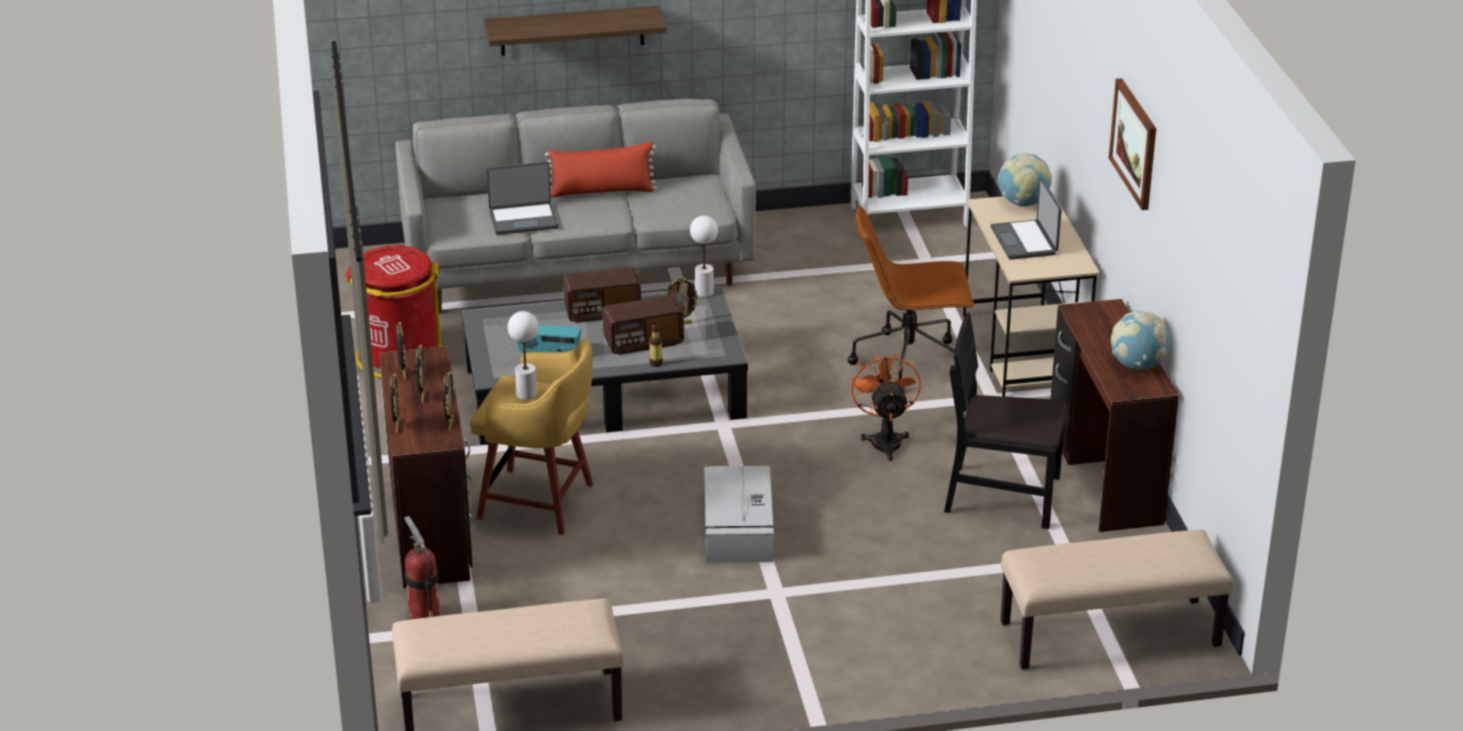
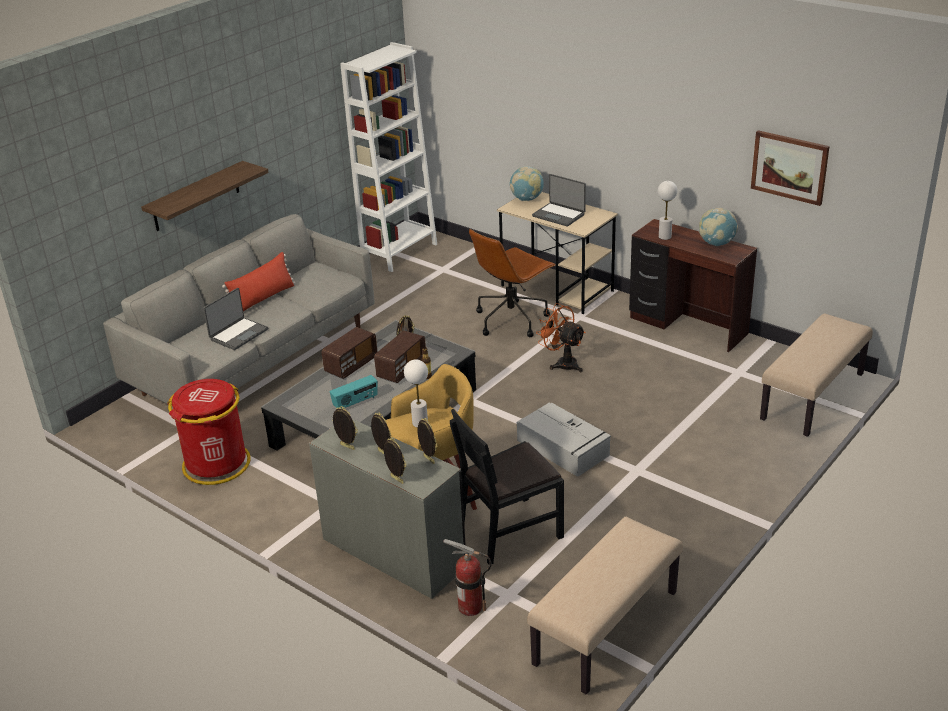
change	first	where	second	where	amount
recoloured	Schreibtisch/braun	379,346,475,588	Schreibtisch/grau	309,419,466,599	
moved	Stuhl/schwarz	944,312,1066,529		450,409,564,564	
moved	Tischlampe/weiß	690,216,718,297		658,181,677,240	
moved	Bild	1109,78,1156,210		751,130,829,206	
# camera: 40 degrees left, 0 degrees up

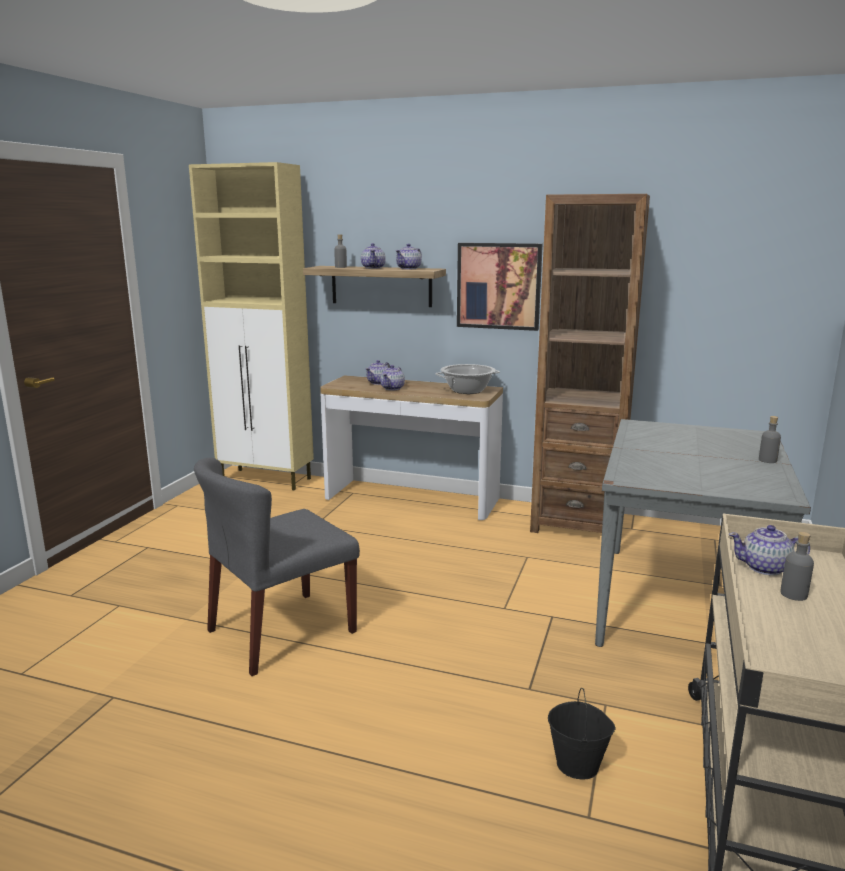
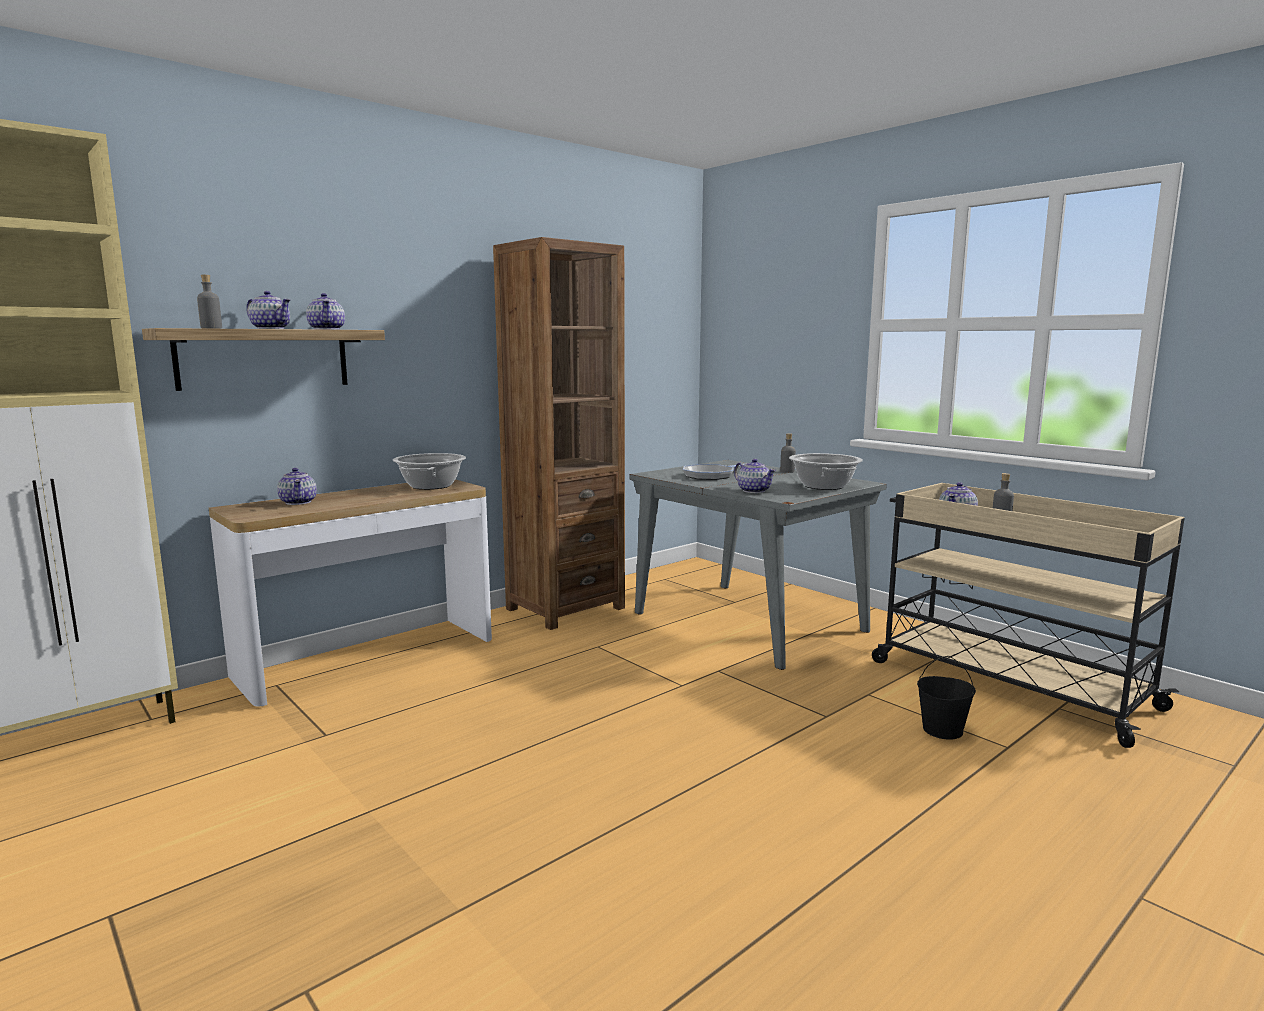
change	first	where	second	where	amount
added			Pfanne	683,464,744,480	
moved	Teekanne	380,365,405,390		734,459,776,493	
added			Kochtopf	789,453,863,490	
removed	Stuhl/grau	194,457,360,676			
removed	Bild	457,243,543,331			
# camera: 60 degrees left, 5 degrees down

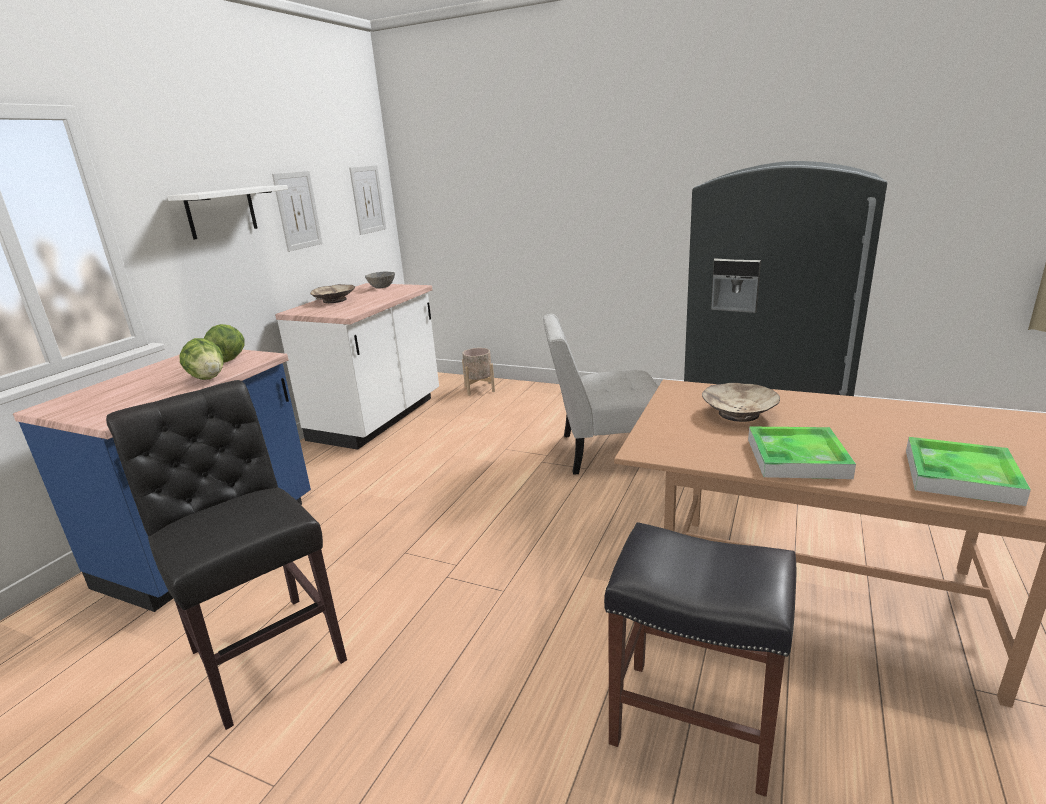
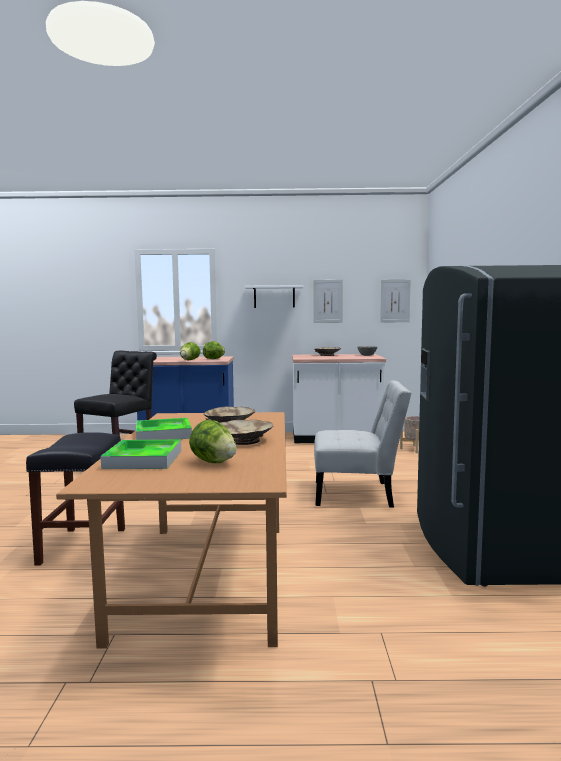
change	first	where	second	where	amount
added			Salatkopf	189,420,237,463	
added			Schüssel/beige	220,420,273,445	
turned	Stuhl/weiß	543,314,659,475		314,381,412,508	120 degrees clockwise
# camera: 65 degrees right, 15 degrees down

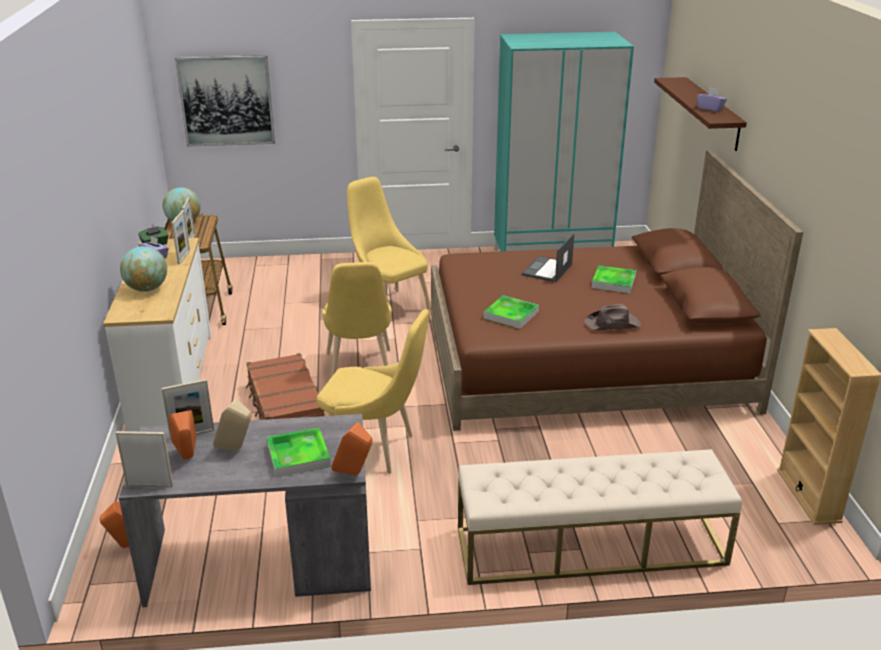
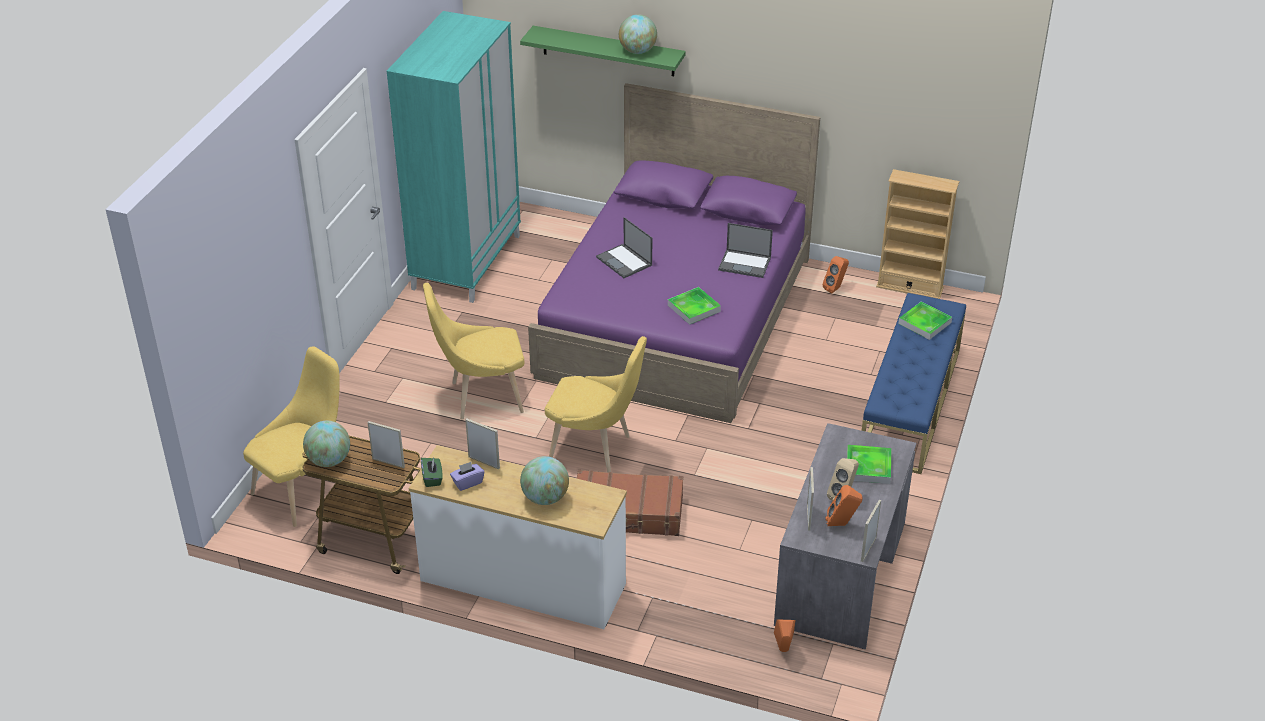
change	first	where	second	where	amount
moved	Stuhl/gelb	316,309,430,474		243,347,340,527	
recoloured	Wandregal/braun	654,77,747,151	Wandregal/grün	520,26,686,76	
recoloured	Bett/braun	431,150,803,431	Bett/lila	528,83,820,423	
replaced	Taschentuchbox/lila	697,87,727,112	Globus	619,15,657,54	
replaced	Hut/braun	584,304,641,330	Laptop	718,223,773,278	
moved	Lautsprecher/orange	331,422,372,476		822,256,849,294	
recoloured	Bank/beige	458,449,742,585	Bank/blau	862,293,966,474	
moved	Tablett	592,265,636,293		898,301,952,340	
removed	Bild	175,55,275,147			
# camera: 65 degrees left, 10 degrees up

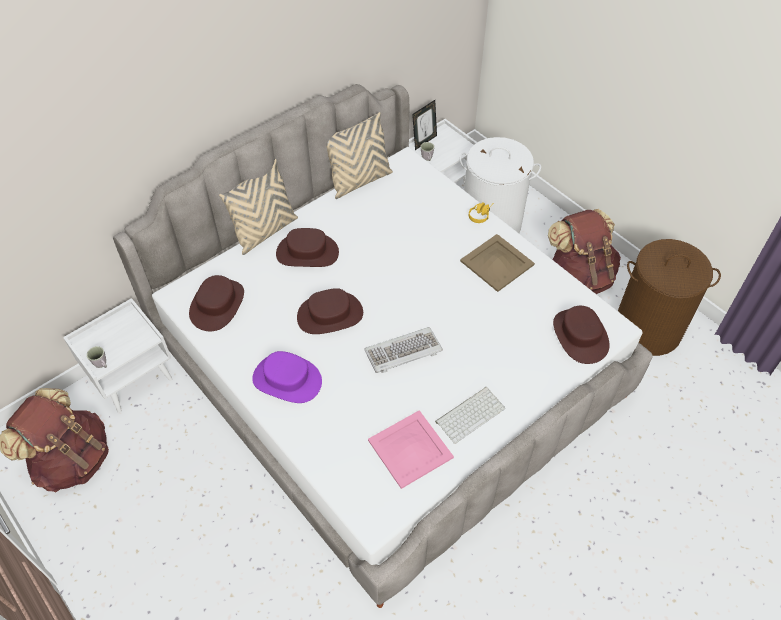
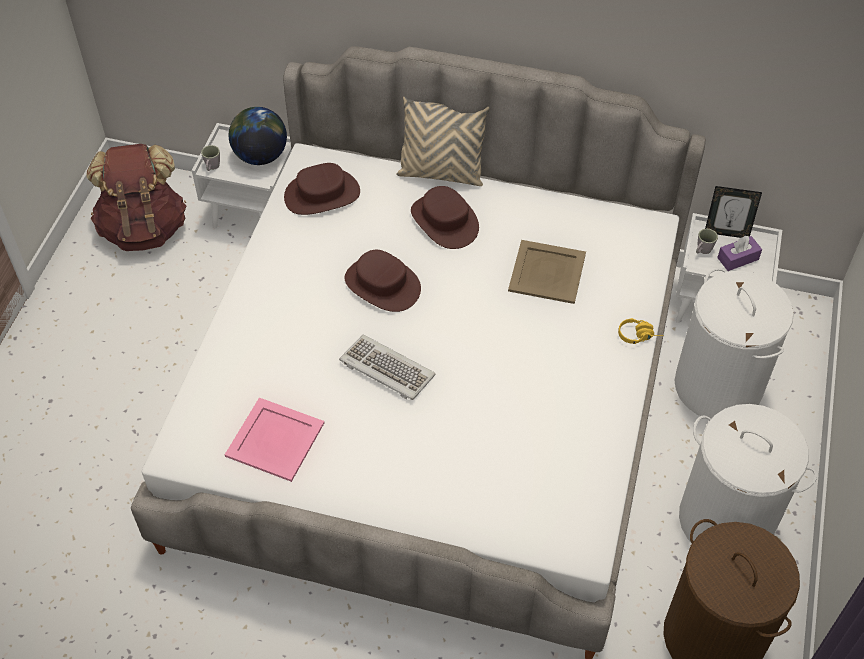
change	first	where	second	where	amount
added			Globus	229,107,287,165	
moved	Tablett/beige	460,234,535,292		508,240,586,304	
replaced	Rucksack/braun	548,209,621,294	Wäschekorb/weiß	679,404,817,542	
added			Taschentuchbox/lila	717,236,762,271	
removed	Hut/lila	252,351,322,403			
removed	Kissen/beige	326,112,393,199			
removed	Tastatur	435,387,505,444			
removed	Hut/braun	553,306,610,364			
# camera: 55 degrees right, 0 degrees up

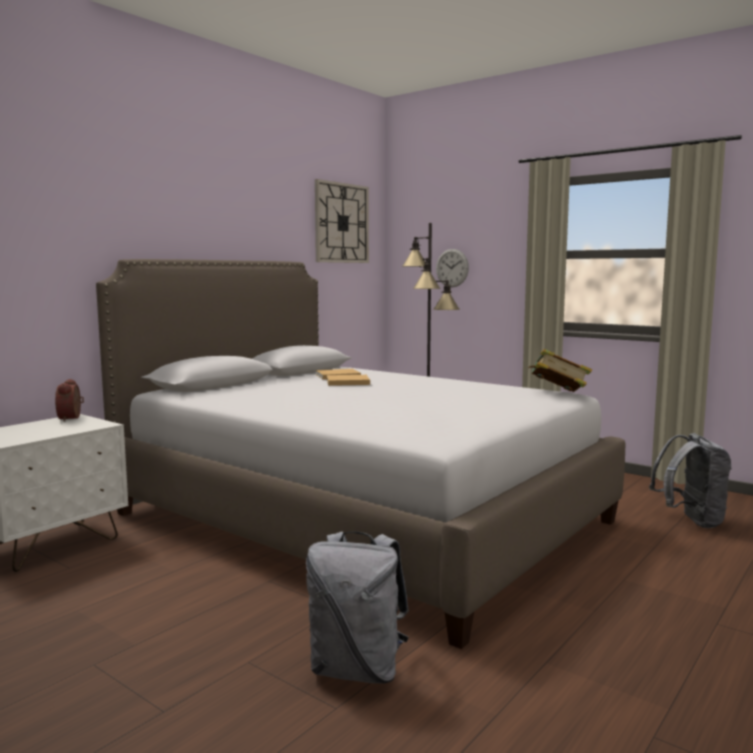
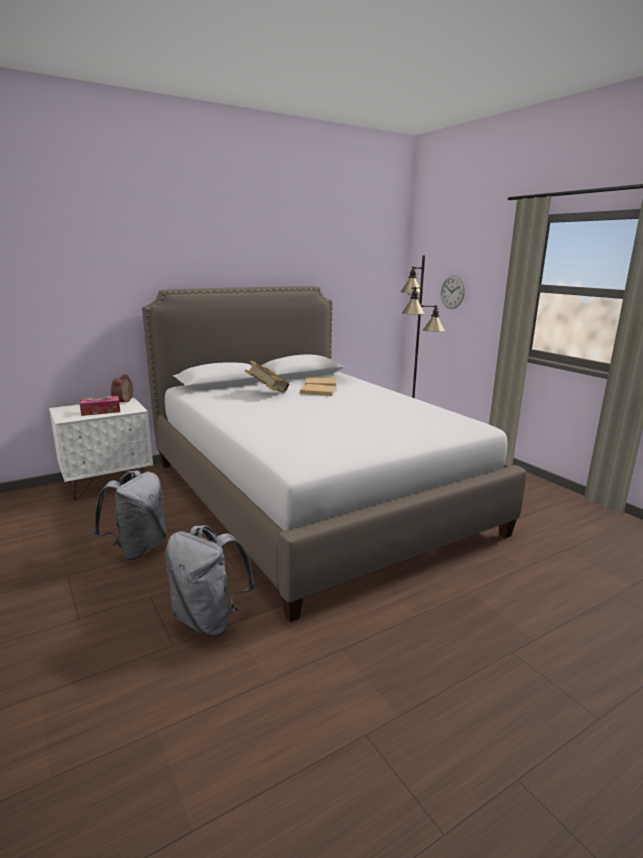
change	first	where	second	where	amount
added			Taschentuchbox	80,396,120,416	
moved	Rucksack/grau	649,433,731,528		93,471,167,560	
moved	Buch	528,349,592,392		245,361,289,393	
removed	Wanduhr	315,179,369,263			
# camera: 20 degrees right, 10 degrees up

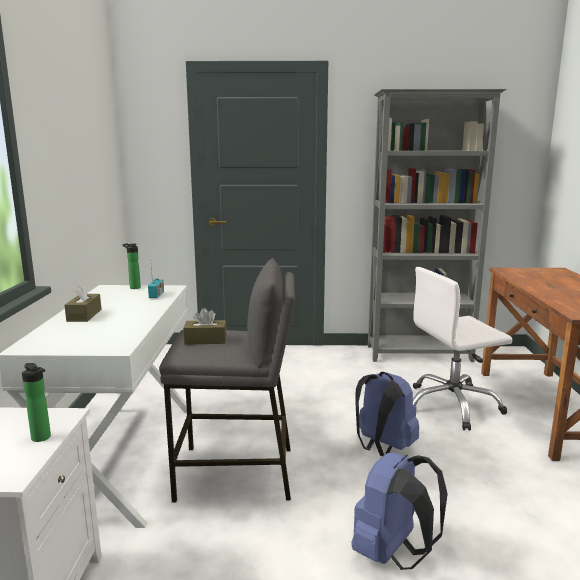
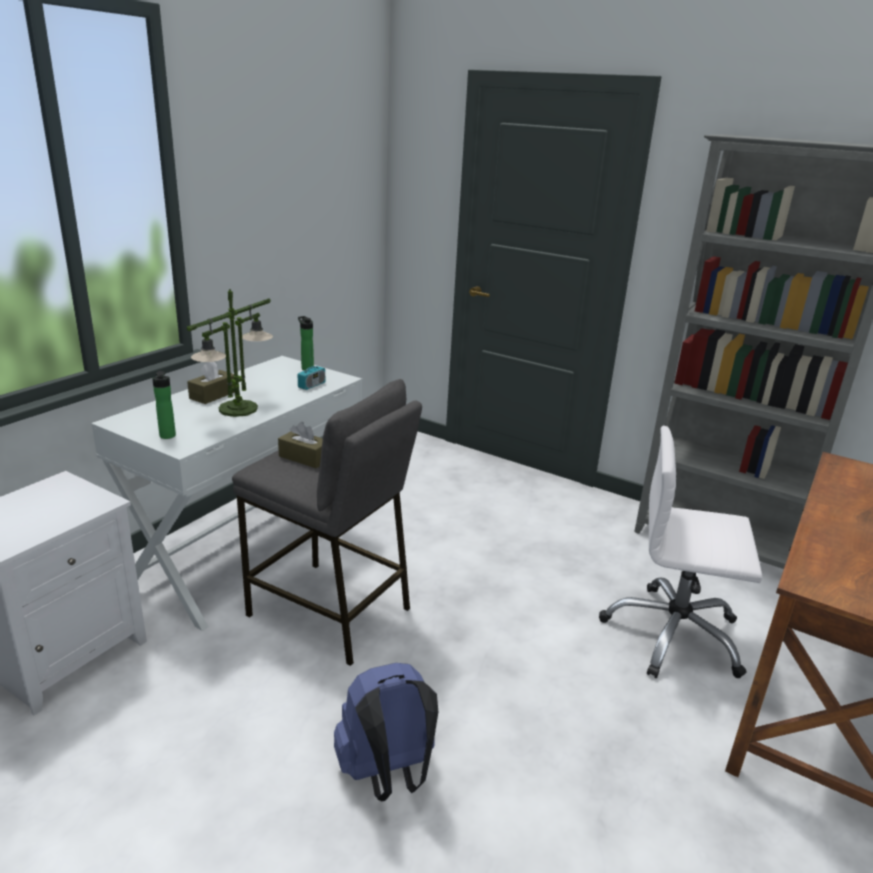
change	first	where	second	where	amount
moved	Flasche	22,363,51,442		152,371,176,439	
added			Tischlampe	187,289,273,417	
removed	Rucksack/blau	355,372,419,456			
# camera: 30 degrees right, 10 degrees up

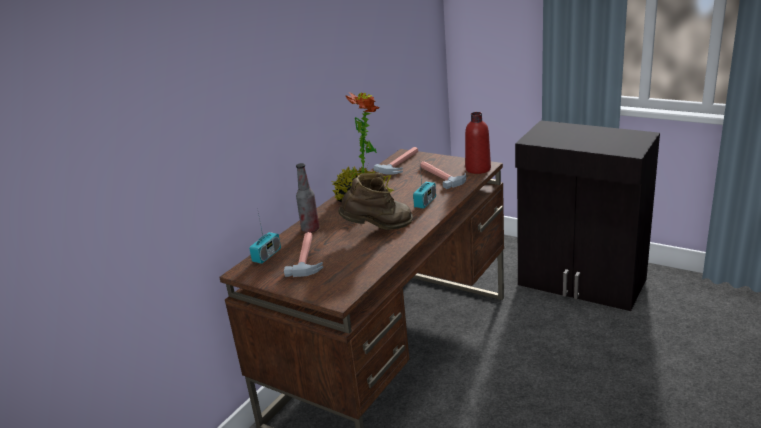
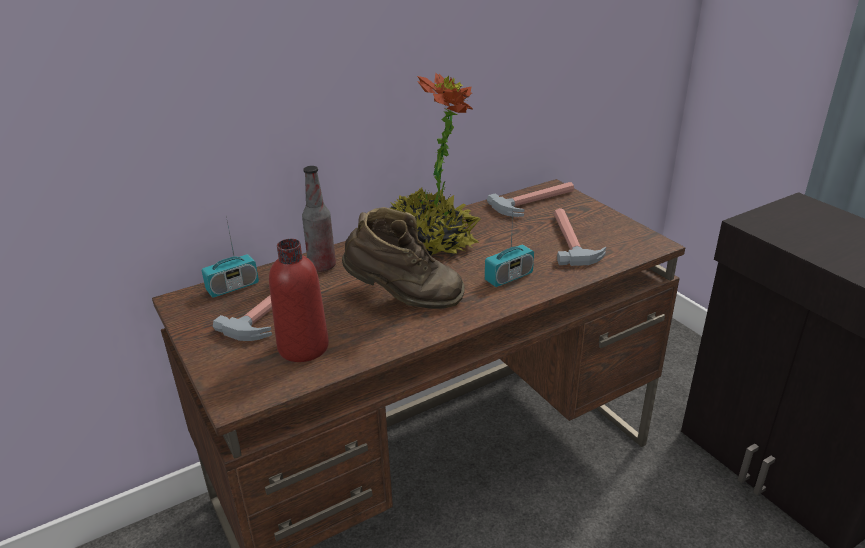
change	first	where	second	where	amount
moved	Flasche/rot	465,112,491,174		269,239,329,362	
# camera: 25 degrees right, 5 degrees up

